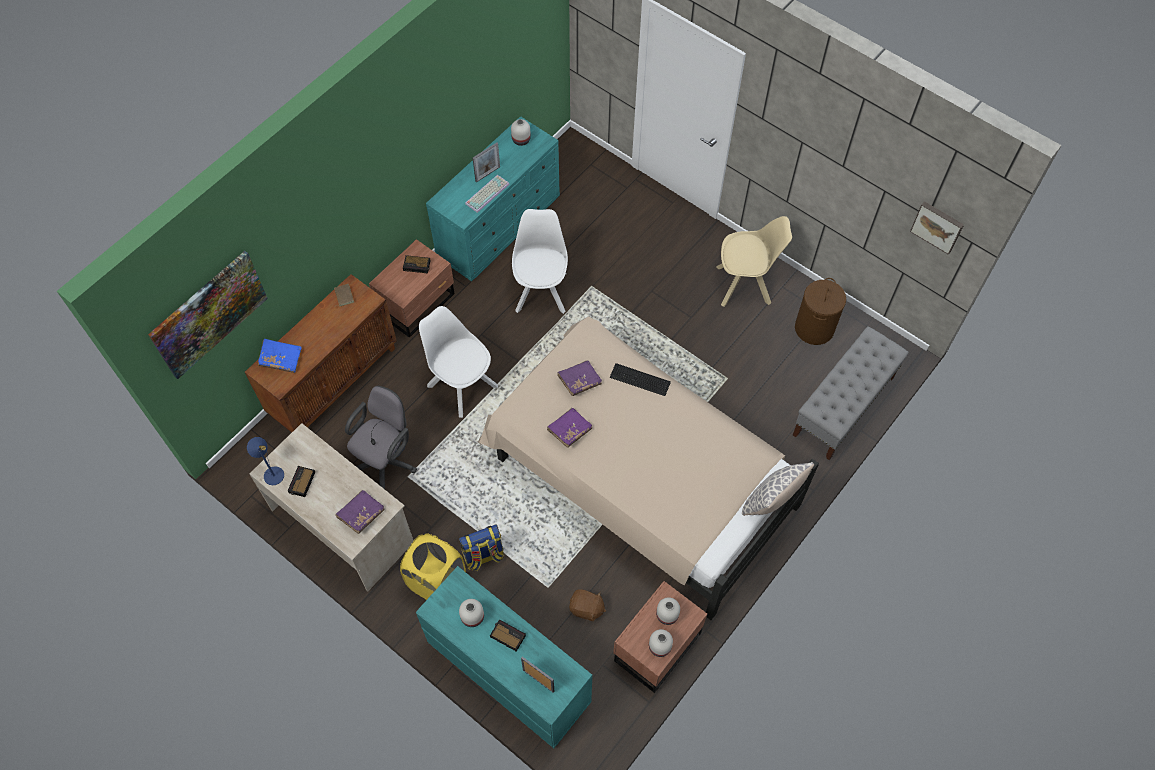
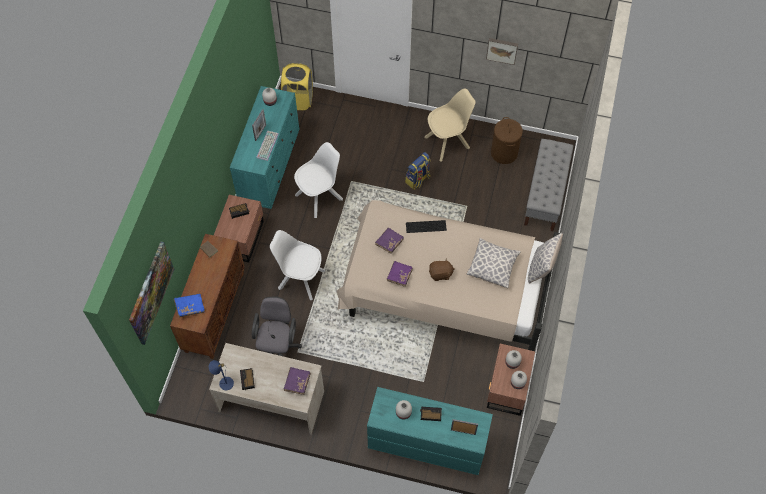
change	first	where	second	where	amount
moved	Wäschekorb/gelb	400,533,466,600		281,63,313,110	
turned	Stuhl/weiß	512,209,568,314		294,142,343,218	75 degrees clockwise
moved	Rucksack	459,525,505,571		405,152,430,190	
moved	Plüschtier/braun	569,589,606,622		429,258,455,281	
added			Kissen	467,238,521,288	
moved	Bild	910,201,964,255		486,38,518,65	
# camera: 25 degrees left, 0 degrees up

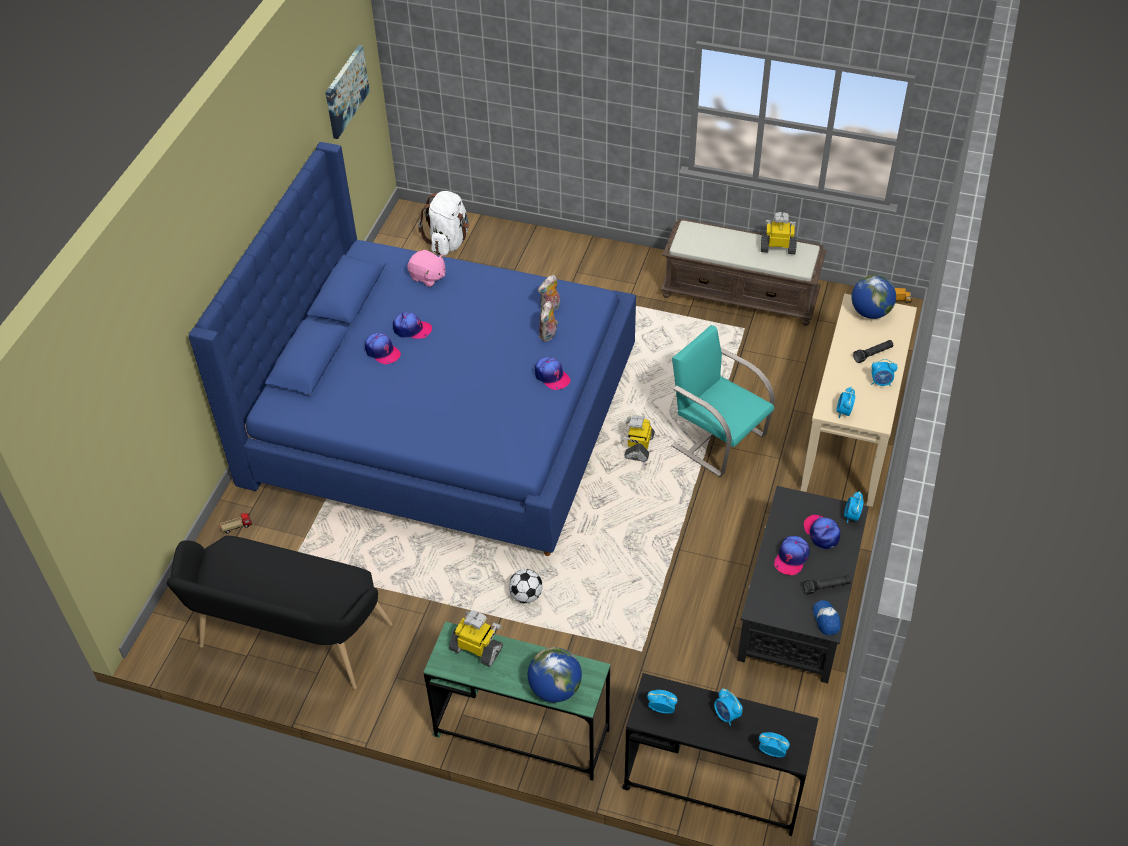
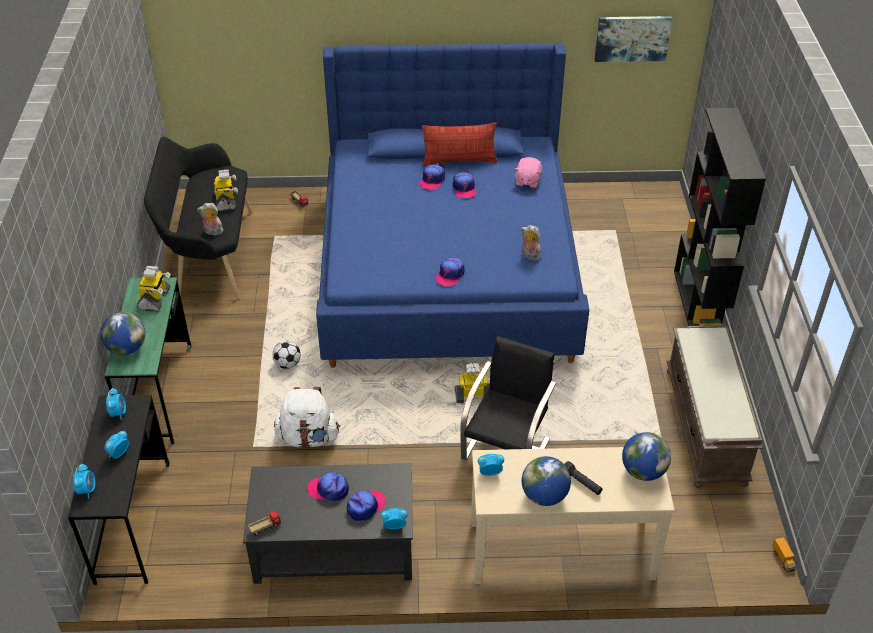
change	first	where	second	where	amount
moved	Plüschtier	539,301,558,342		197,203,223,235	
moved	Spielzeugroboter	761,212,797,254		214,169,238,211	
replaced	Kappe	813,600,841,636	Spielzeuglaster	248,511,281,536	
moved	Rucksack/weiß	418,191,469,255		274,387,340,448	
added			Kissen	422,123,498,166	
recoloured	Stuhl/türkis	671,325,775,477	Stuhl/schwarz	460,336,557,460	
replaced	Wecker	871,359,898,386	Globus	522,456,571,506	
added			Bücherregal/schwarz	674,108,766,326	
removed	Taschenlampe/schwarz	804,575,851,594			
# camera: 70 degrees right, 5 degrees down

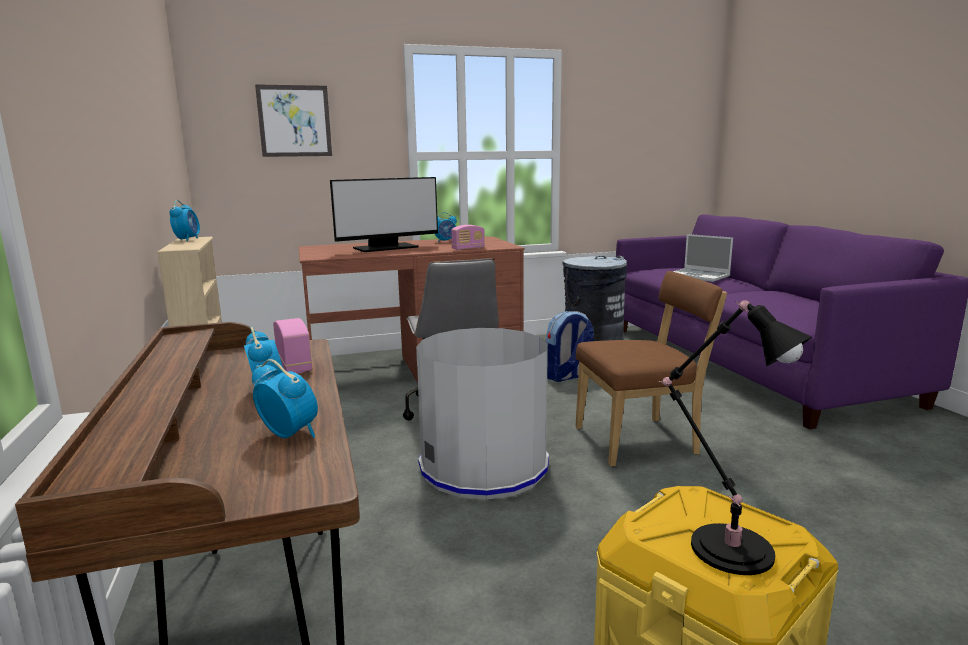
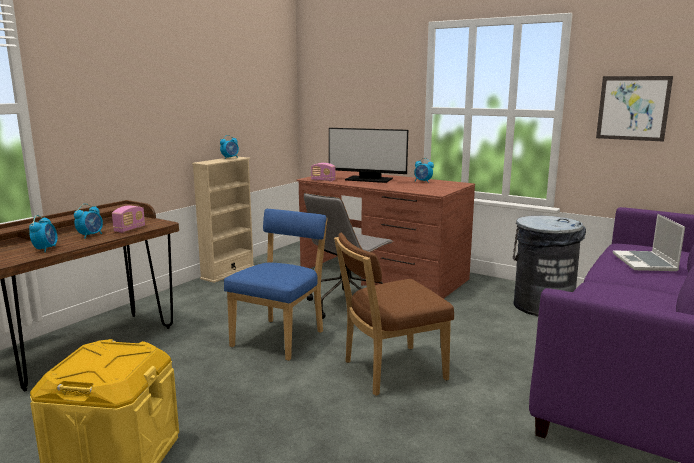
change	first	where	second	where	amount
replaced	Mülleimer/grau	416,328,549,500	Stuhl/blau	224,209,328,361	
moved	Radio	451,225,485,250		311,163,336,182	
turned	Stuhl/braun	575,271,727,467		334,233,454,396	120 degrees clockwise
moved	Bild	255,84,332,157		596,76,673,142	
removed	Rucksack	546,311,594,382			
removed	Tischlampe/schwarz	658,300,812,575			
# camera: 50 degrees right, 0 degrees up

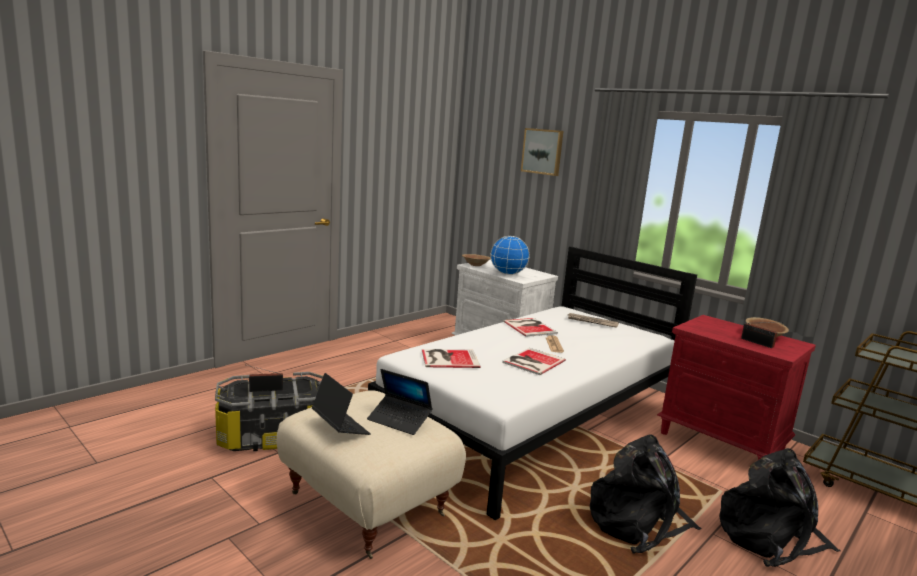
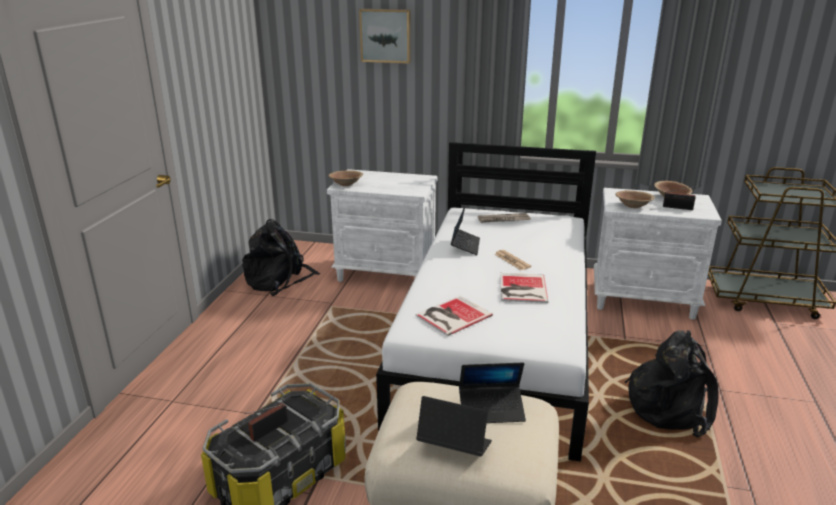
change	first	where	second	where	amount
moved	Rucksack/schwarz	719,448,840,567		242,219,321,296	
replaced	Buch	503,318,558,337	Laptop	451,205,480,255	
recoloured	Nachttisch/rot	657,315,816,460	Nachttisch/weiß	594,188,722,320	
added			Schüssel/braun	615,190,655,208	
removed	Globus	490,236,530,275			
# camera: 30 degrees left, 10 degrees up

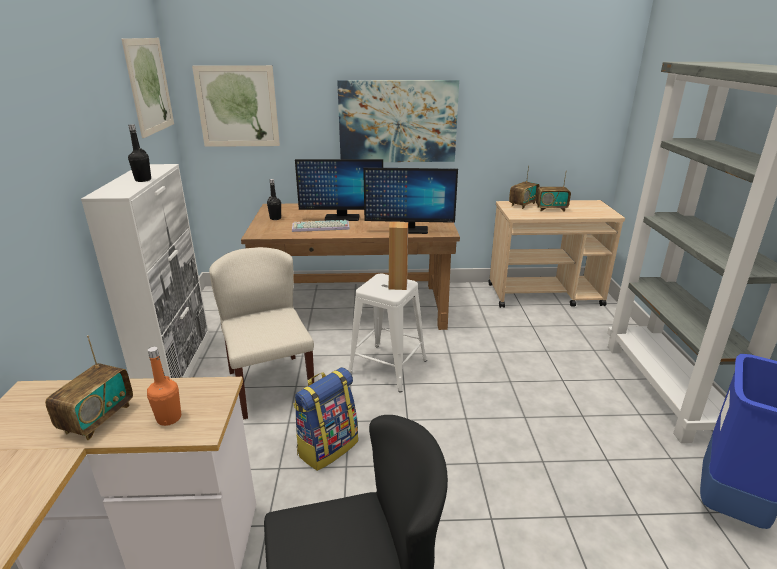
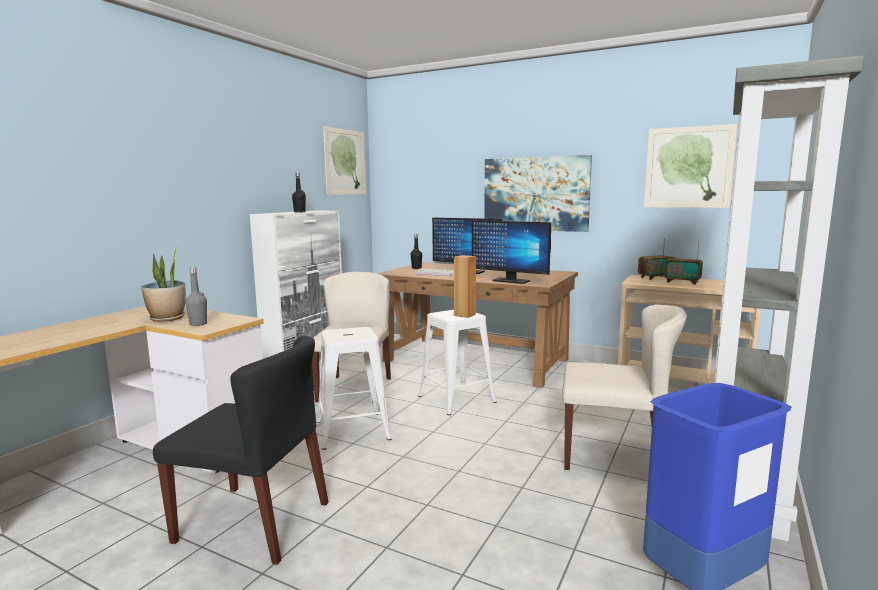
change	first	where	second	where	amount
replaced	Radio	45,335,133,440	Topfpflanze	141,246,186,322	
recoloured	Flasche/orange	147,347,181,426	Flasche/grau	185,267,207,326	
replaced	Rucksack	293,367,358,471	Hocker/weiß	317,327,392,450	
added			Stuhl/beige	562,305,687,470	
moved	Bild	192,65,280,147		644,124,737,208	
# camera: 30 degrees right, 15 degrees down

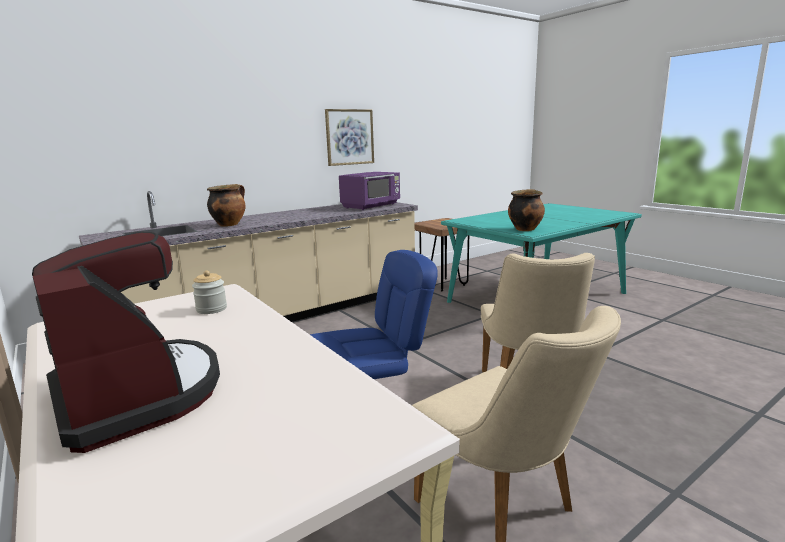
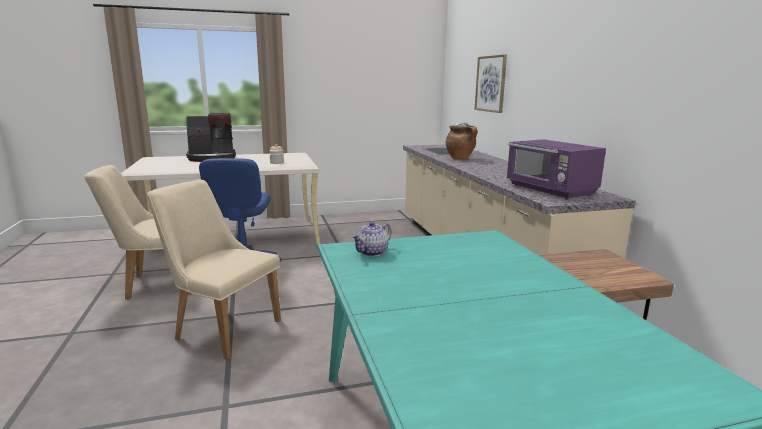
change	first	where	second	where	amount
replaced	Kochtopf	508,189,545,231	Teekanne	352,222,391,256	
moved	Bild	325,109,374,166		475,54,507,113	
# camera: 110 degrees right, 0 degrees up

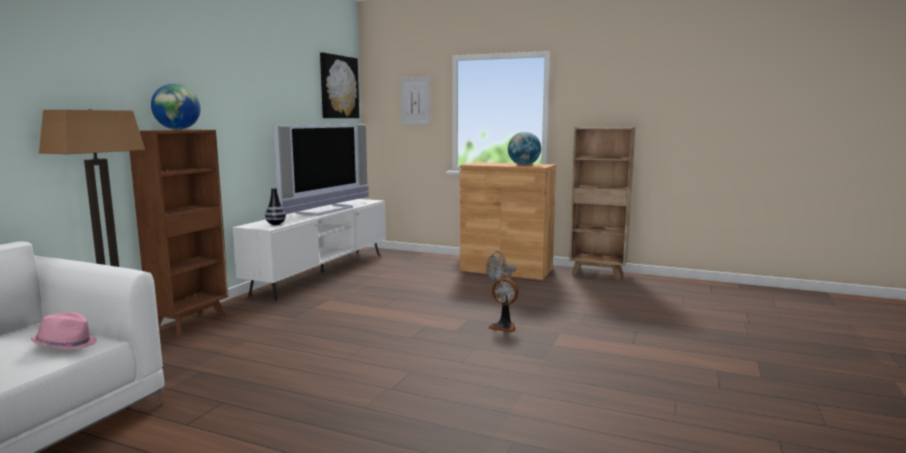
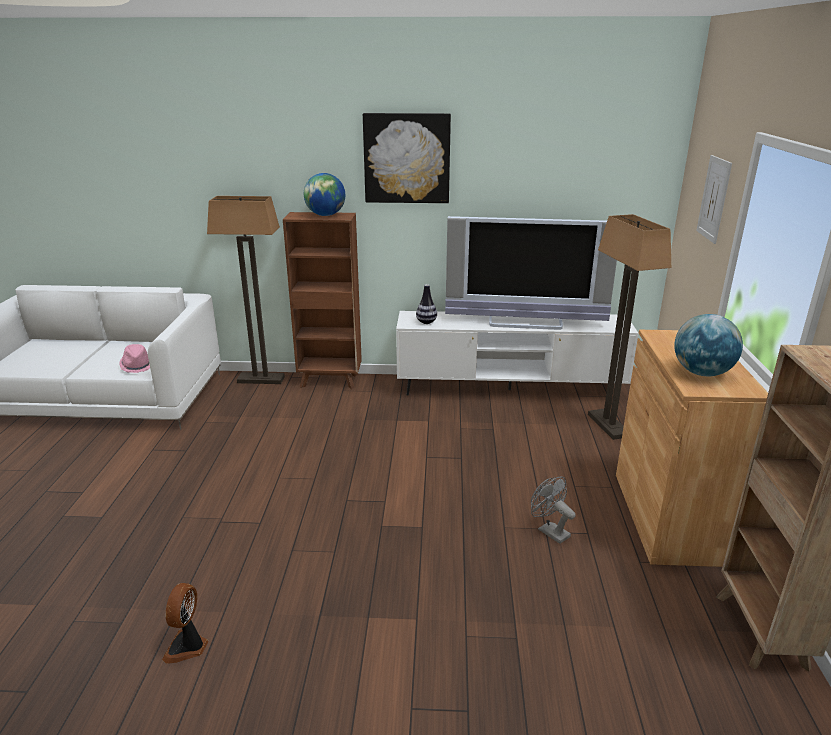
change	first	where	second	where	amount
moved	Ventilator	488,278,519,332		162,583,208,664	
moved	Bild	320,52,359,118		363,113,451,203	
added			Stehlampe	588,214,672,440	
# camera: 70 degrees right, 15 degrees up

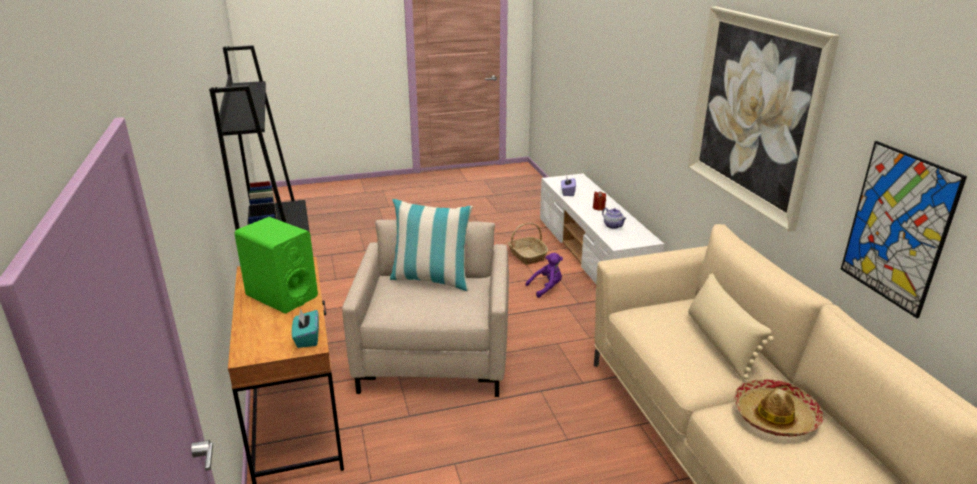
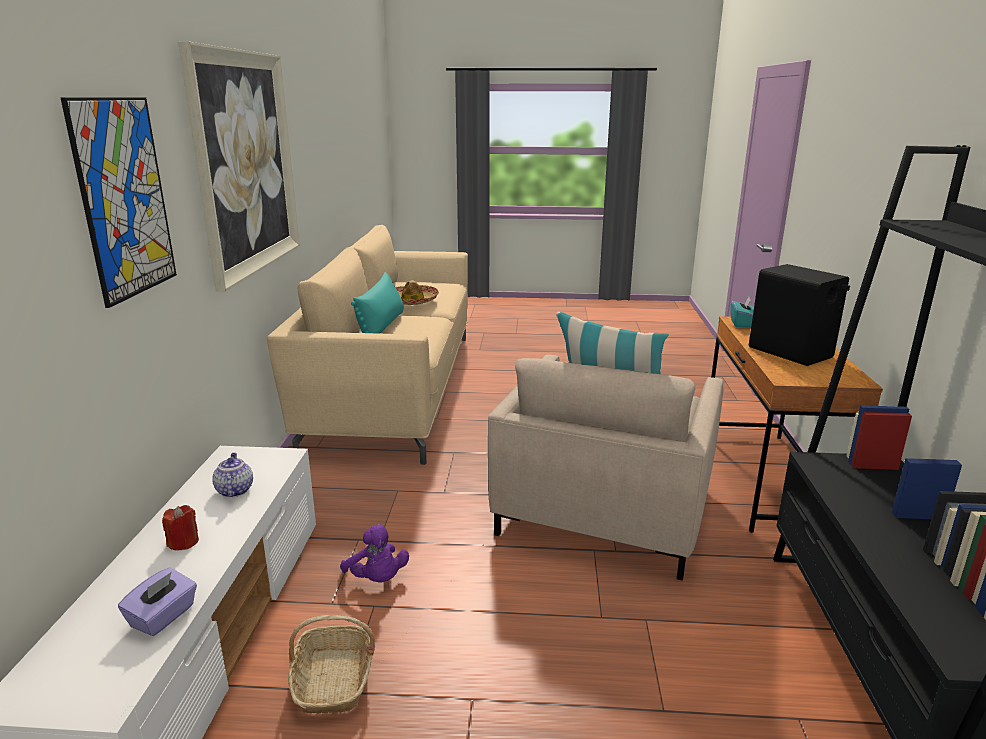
change	first	where	second	where	amount
moved	Bild	841,141,967,318		61,97,177,308	
turned	Plüschtier/lila	526,253,563,298		340,524,409,582	120 degrees counterclockwise
recoloured	Kissen/beige	688,273,774,380	Kissen/türkis	351,272,404,334	
recoloured	Lautsprecher/grün	234,217,318,314	Lautsprecher/schwarz	749,264,850,366	
# camera: 160 degrees left, 5 degrees down

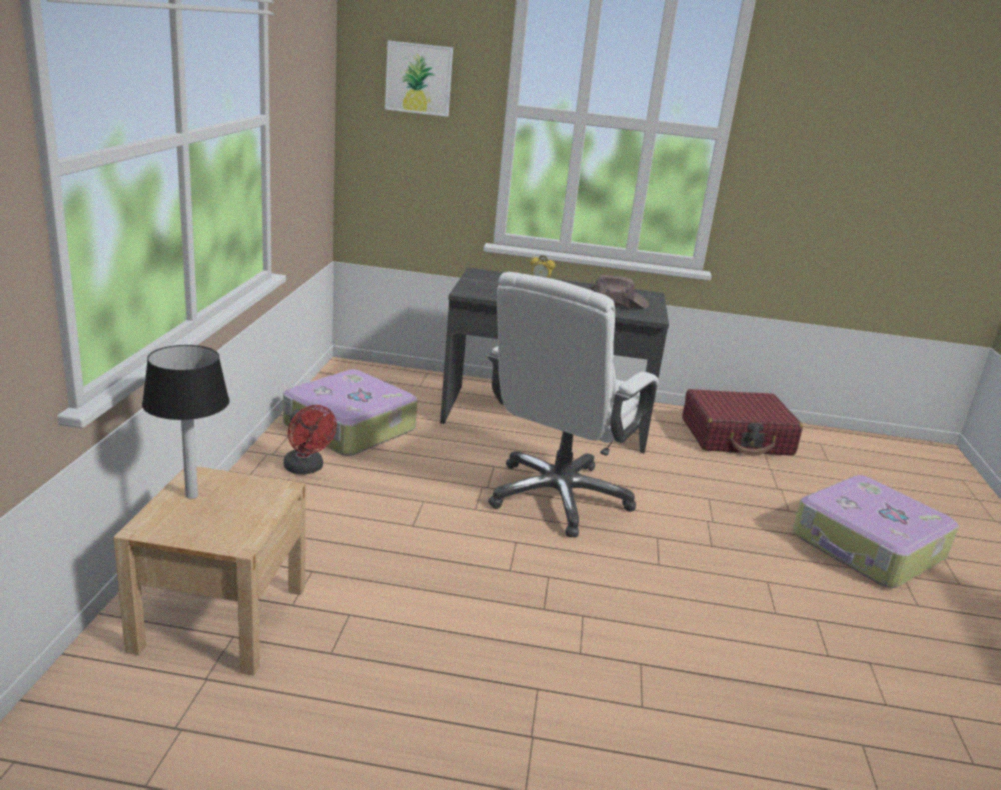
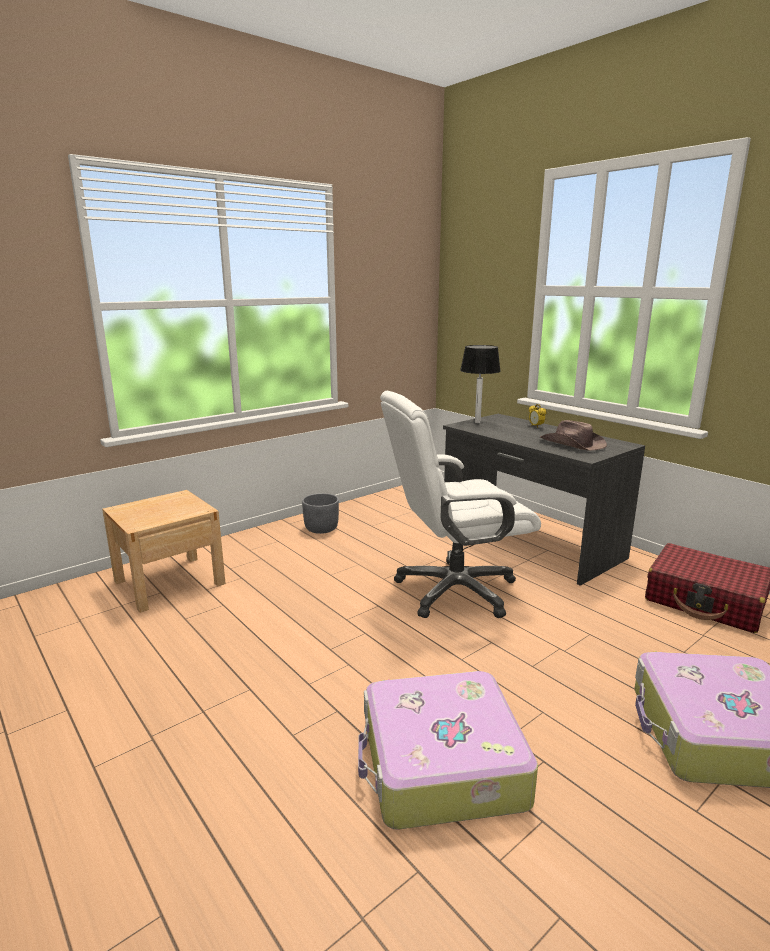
change	first	where	second	where	amount
replaced	Ventilator/rot	284,405,337,474	Pflanzkübel/grau	302,493,339,534	
moved	Koffer	283,369,418,456		358,671,538,829	
moved	Tischlampe	142,345,230,499		460,345,501,423	
removed	Bild	385,41,453,117			
# camera: 45 degrees right, 5 degrees down

